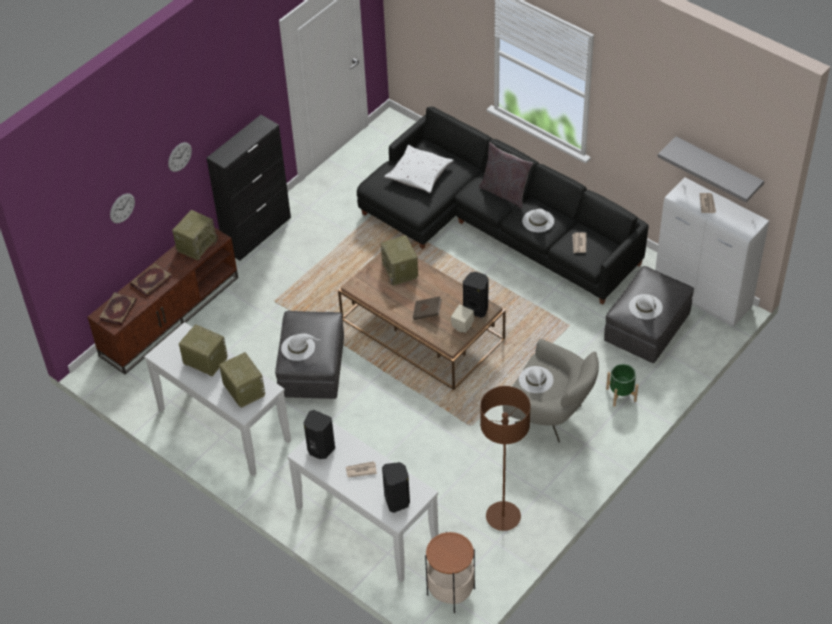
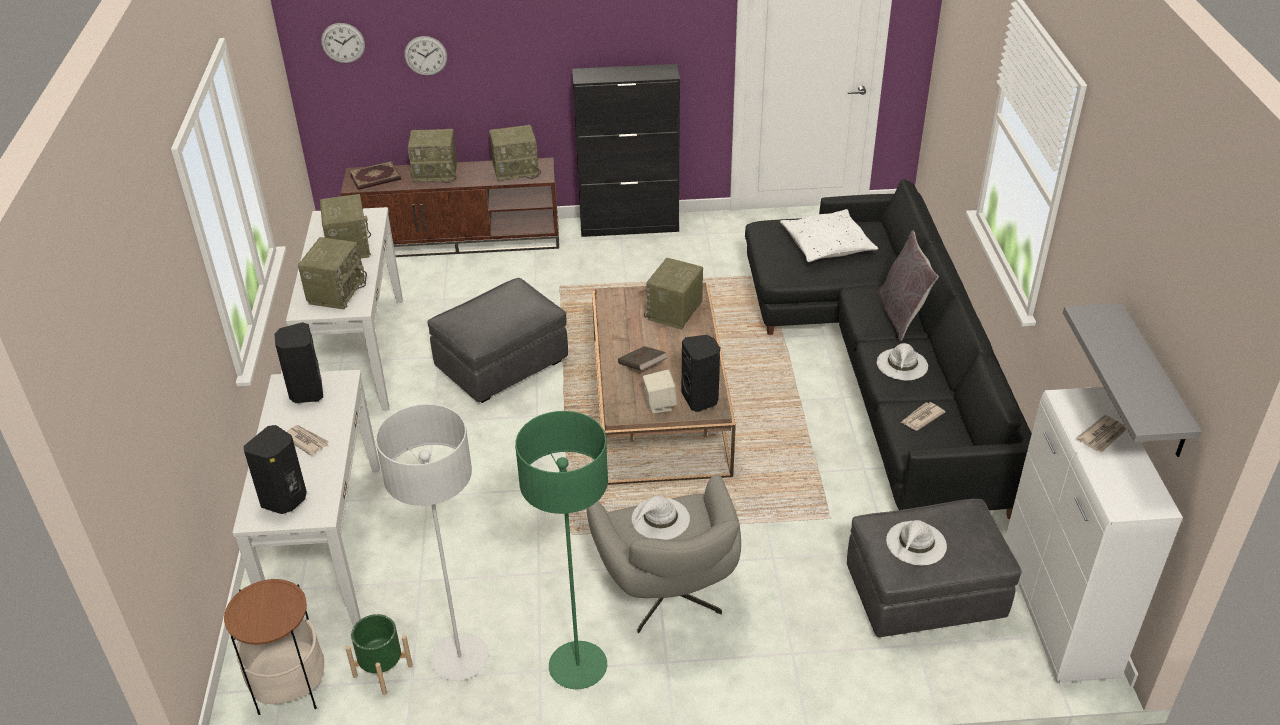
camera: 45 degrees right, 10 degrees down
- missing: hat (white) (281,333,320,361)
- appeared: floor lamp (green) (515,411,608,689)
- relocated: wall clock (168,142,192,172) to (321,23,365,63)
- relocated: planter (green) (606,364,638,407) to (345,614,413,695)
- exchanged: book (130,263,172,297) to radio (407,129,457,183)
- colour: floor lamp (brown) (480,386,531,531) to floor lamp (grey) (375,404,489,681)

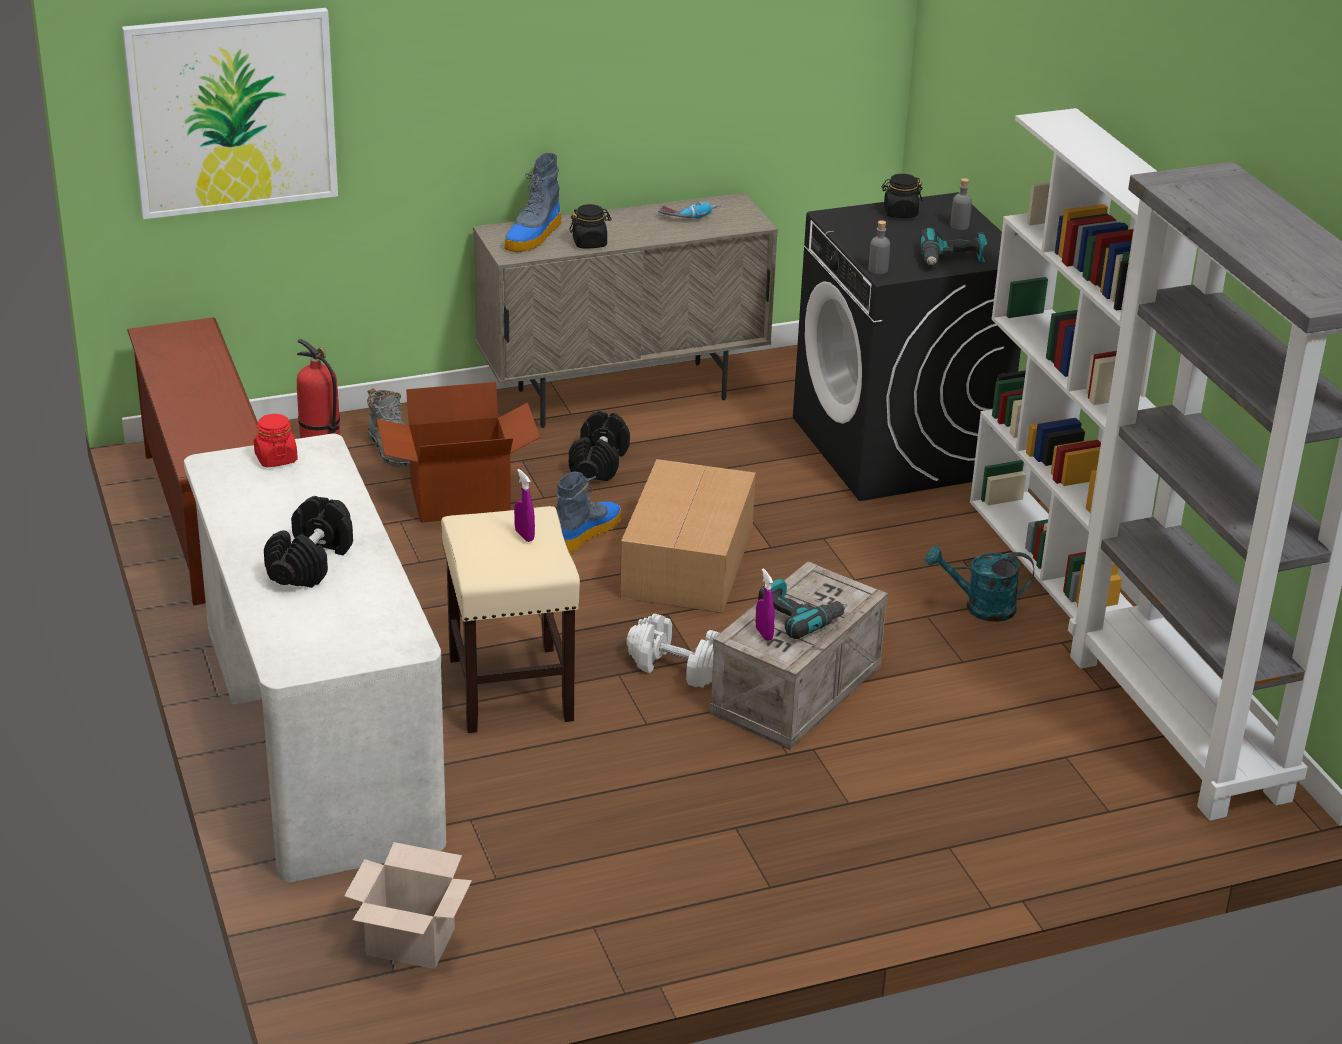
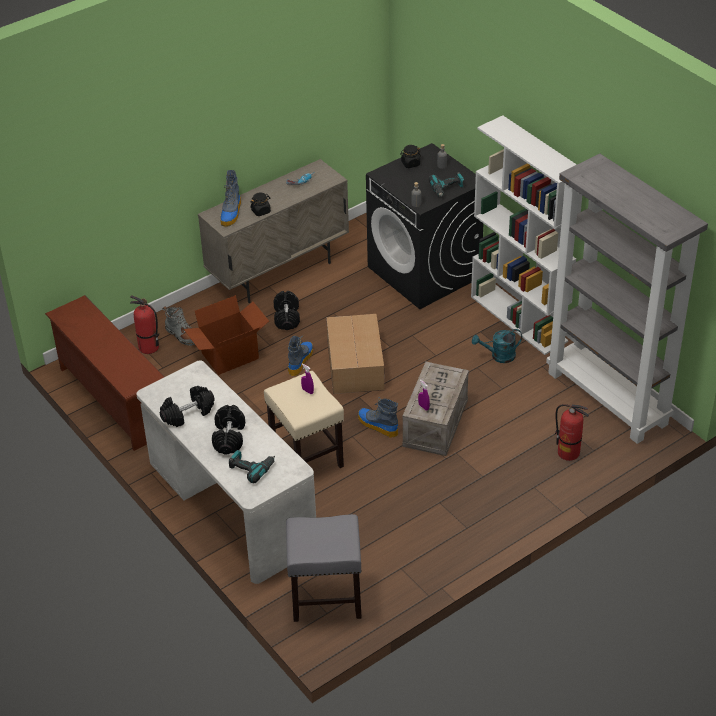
camera: 15 degrees left, 10 degrees up
- missing: picture (122,8,338,219)
- missing: jar (red) (254,414,298,467)
- appeared: dumbbell (black) (160,386,215,427)
- appeared: fire extinguisher (555,404,589,461)
- relocated: power drill (758,578,847,639) to (229,450,275,484)
- exchanged: cardboard box (344,842,472,969) to stool (grey) (286,514,362,622)
- exchanged: dumbbell (white) (626,614,720,688) to boot (358,397,398,438)

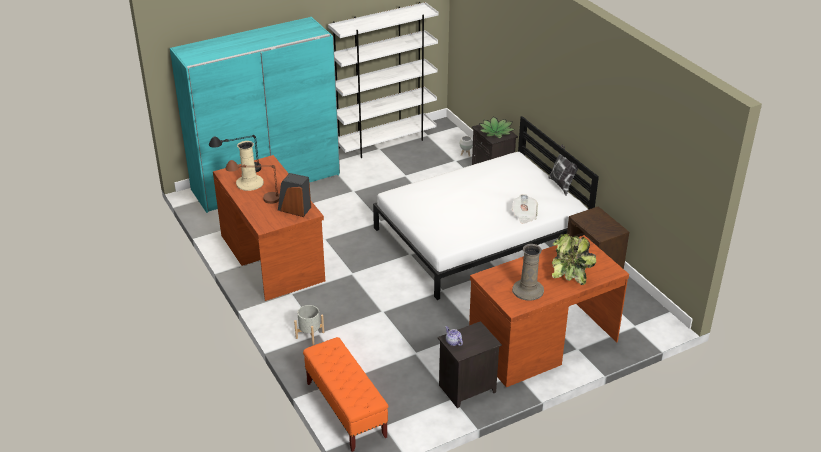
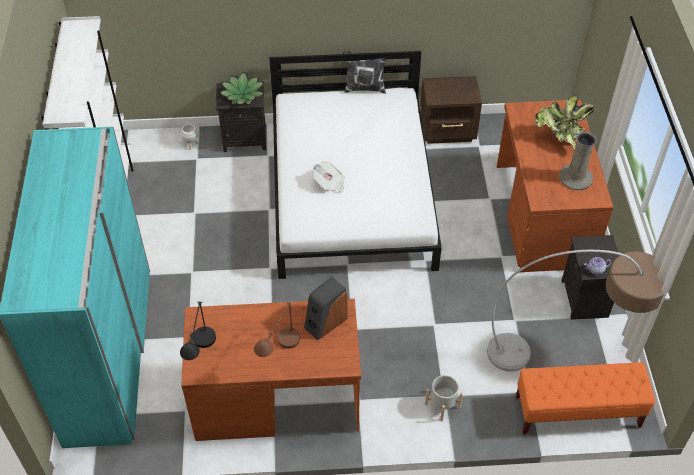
camera: 65 degrees left, 15 degrees up
- missing: vase (beige) (236,141,264,191)
- appeared: floor lamp (487,250,664,372)
- relocated: newspaper (511,194,538,224) to (313,161,345,192)

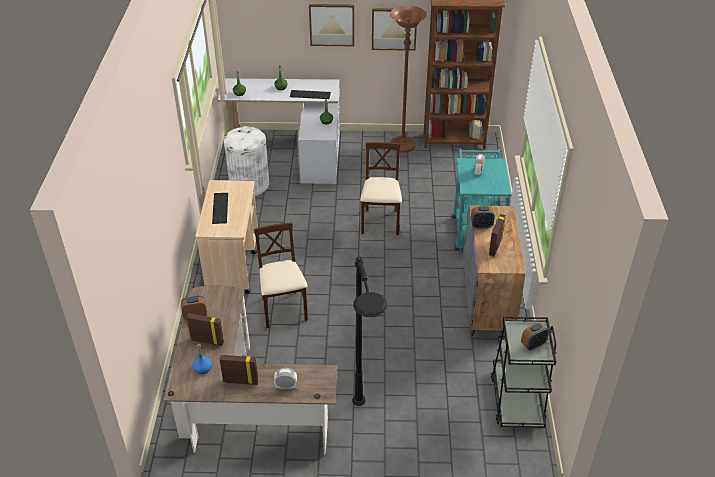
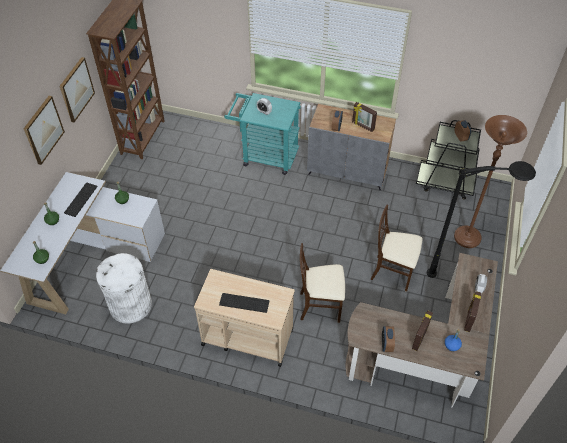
camera: 75 degrees left, 10 degrees up
- relocated: chair (beige) (360,142,402,235) to (371,205,423,292)
- relocated: floor lamp (brown) (390,6,427,153) to (454,115,527,248)

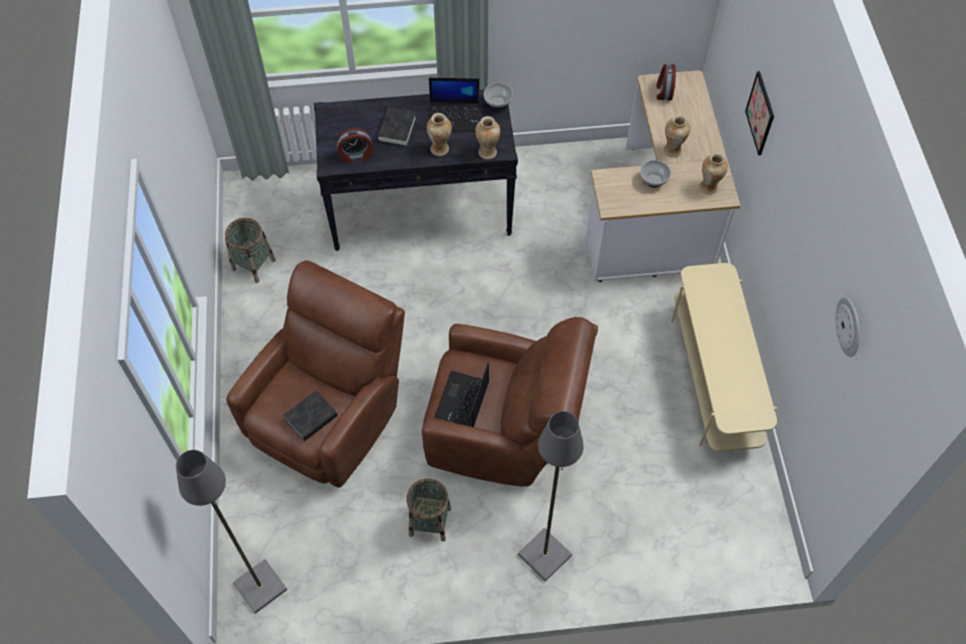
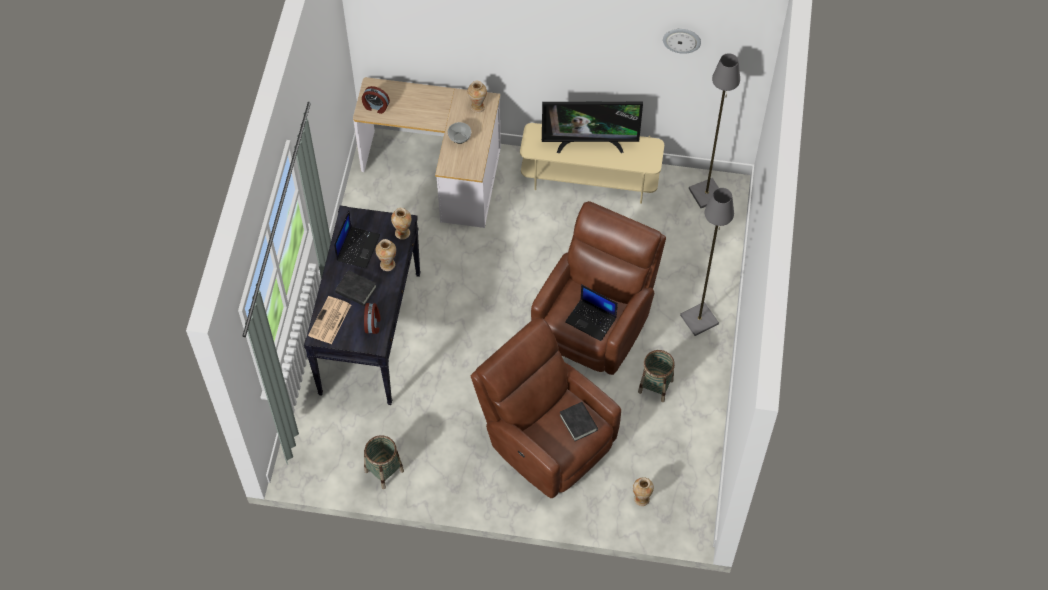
camera: 75 degrees left, 0 degrees up
- missing: bowl (484,83,513,110)
- missing: picture (745,71,774,155)
- appeared: newspaper (308,296,351,344)
- appeared: television (542,102,643,153)
- relocated: floor lamp (grey) (176,450,287,614) to (689,53,740,208)
- relocated: vase (663,115,690,158) to (633,477,654,506)

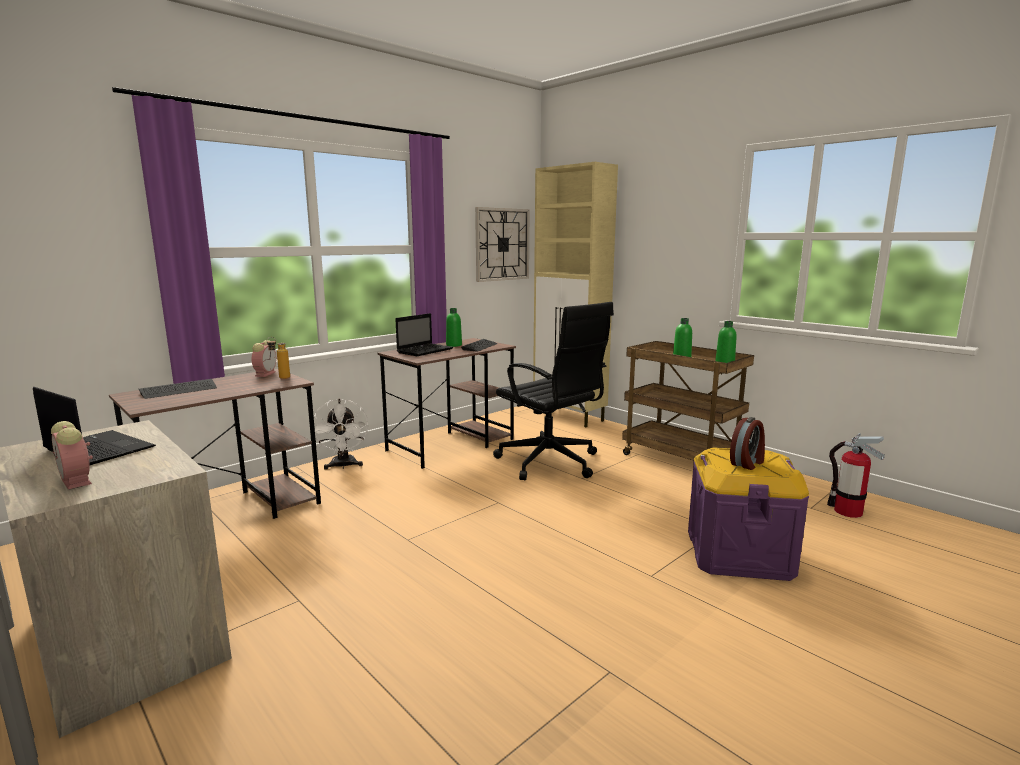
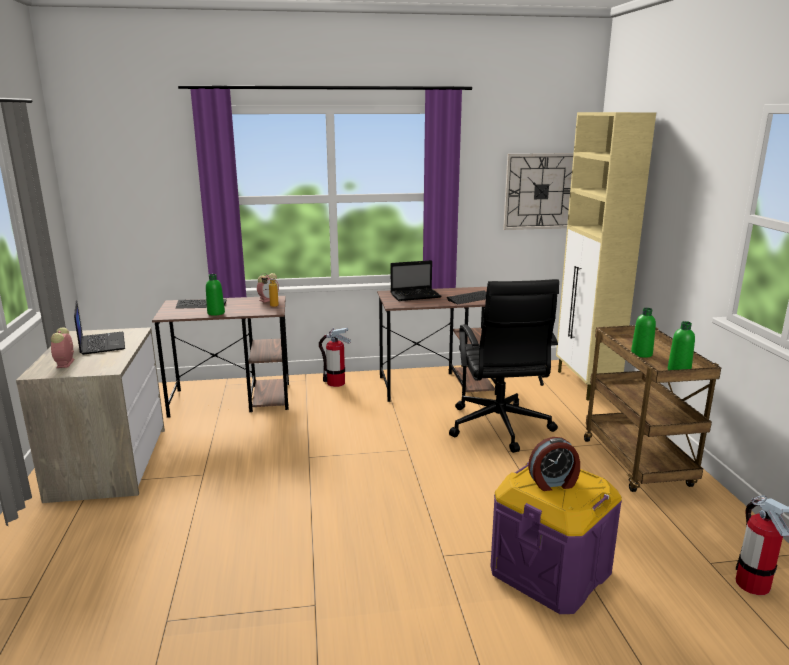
camera: 35 degrees right, 5 degrees up
- relocated: bottle (green) (446,308,462,347) to (206,274,225,316)
- exchanged: fan (white) (314,399,368,470) to fire extinguisher (319,327,351,387)

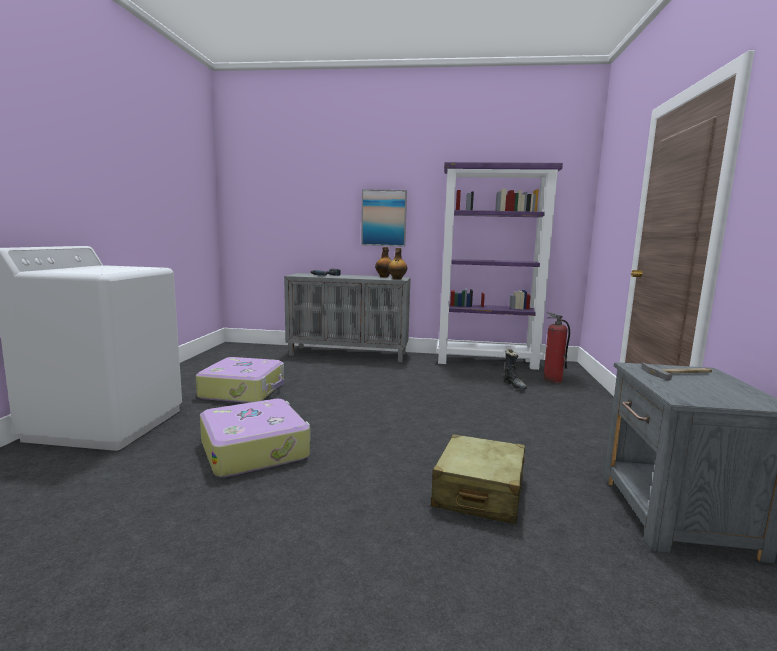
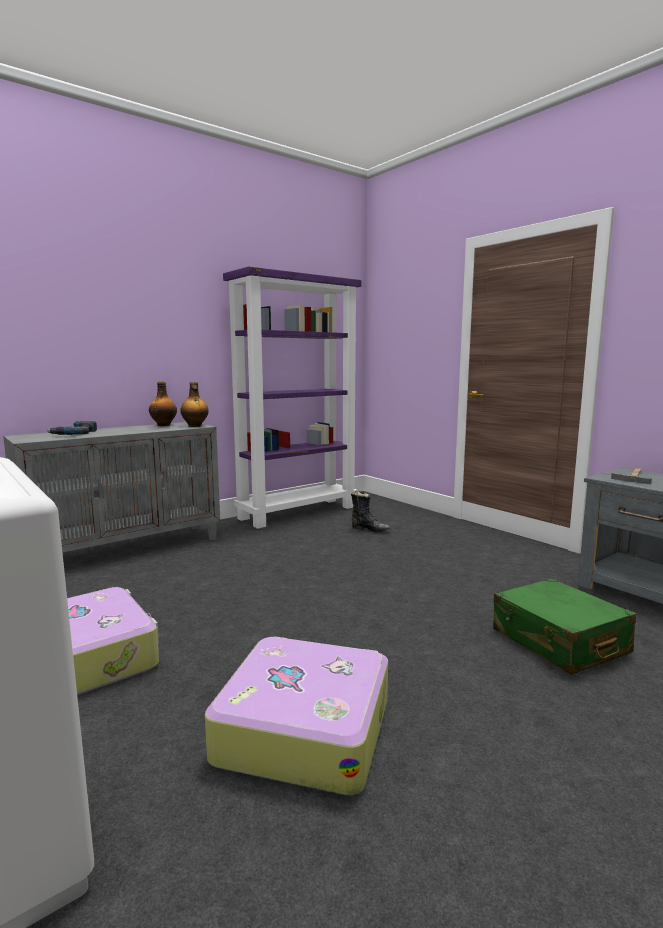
camera: 45 degrees left, 0 degrees up
- missing: picture (361,189,407,247)
- missing: fire extinguisher (543,312,570,383)
- colour: suitcase (beige) (431,434,525,524) to suitcase (green) (493,578,636,675)

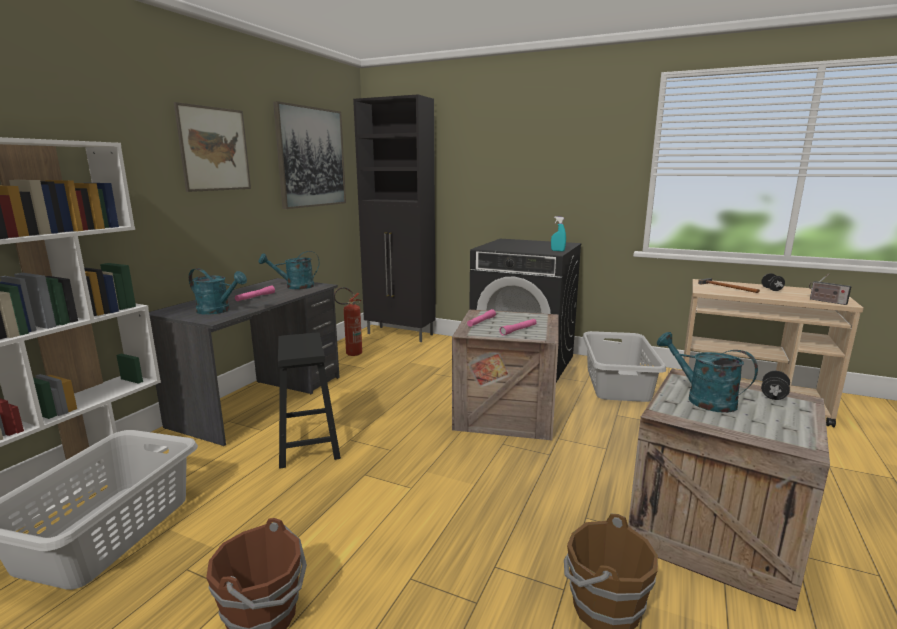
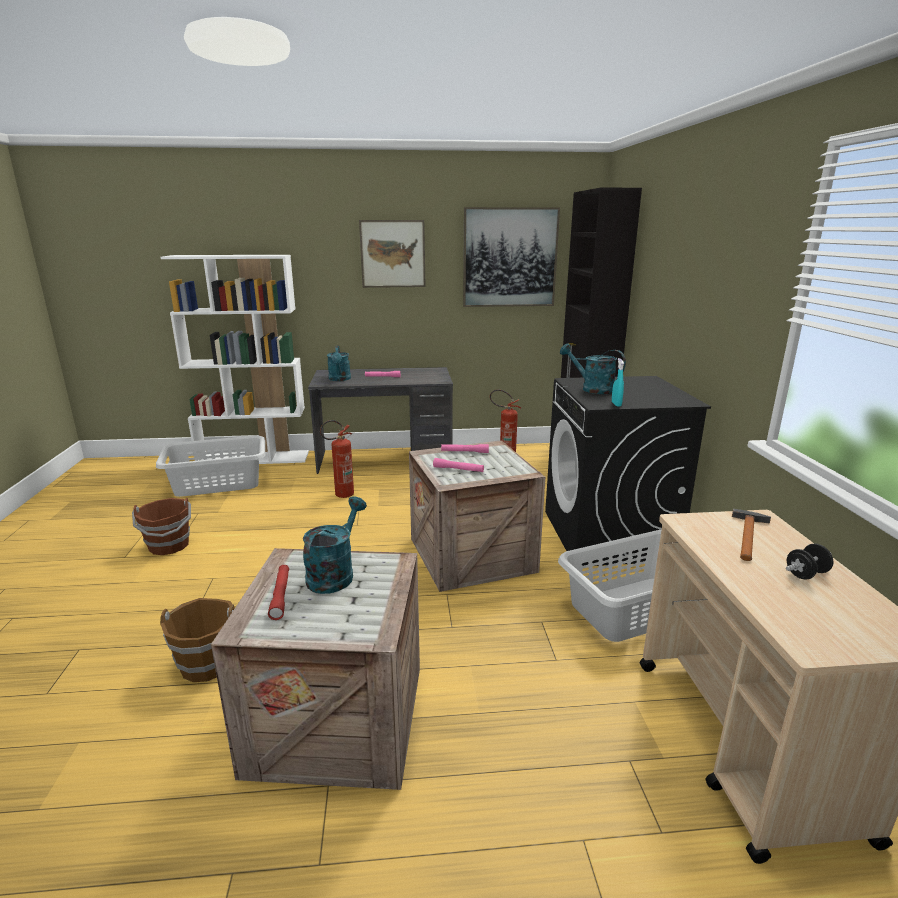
camera: 60 degrees right, 5 degrees up
- missing: dumbbell (black) (761,371,790,400)
- missing: radio (809,274,852,305)
- appeared: flashlight (red) (268,565,289,620)
- relocated: watering can (turquoise) (259,251,319,289) to (560,343,626,394)
- exchanged: stool (black) (278,332,341,469) to fire extinguisher (320,420,354,498)

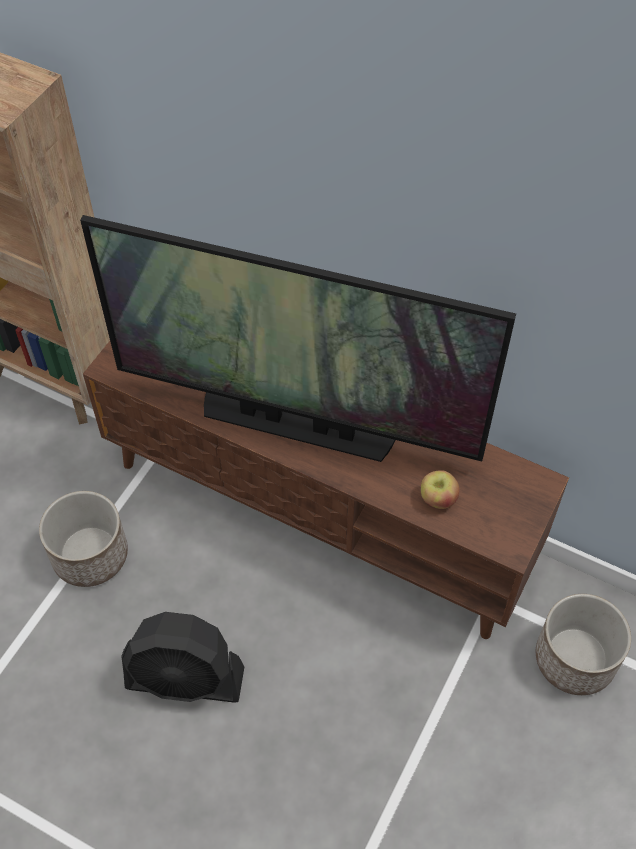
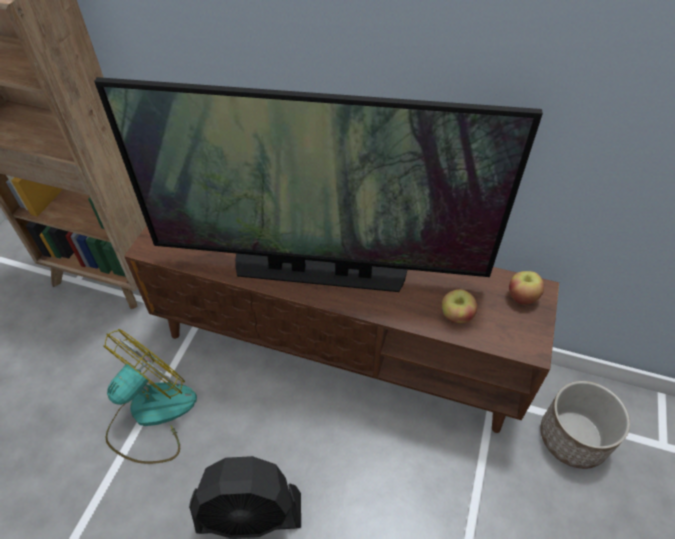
camera: 10 degrees left, 5 degrees down
- appeared: apple (509,271,544,305)
- exchanged: planter (39,491,128,587) to fan (103,329,197,464)

